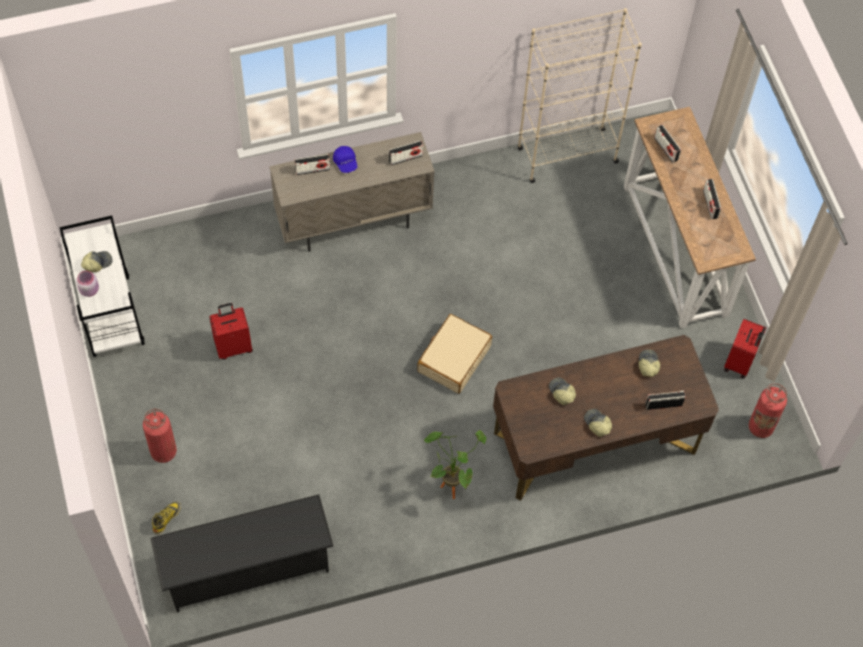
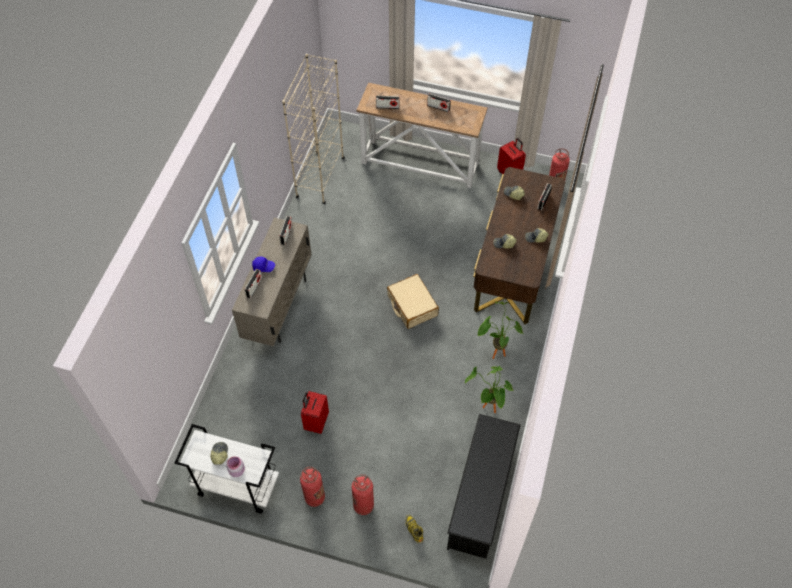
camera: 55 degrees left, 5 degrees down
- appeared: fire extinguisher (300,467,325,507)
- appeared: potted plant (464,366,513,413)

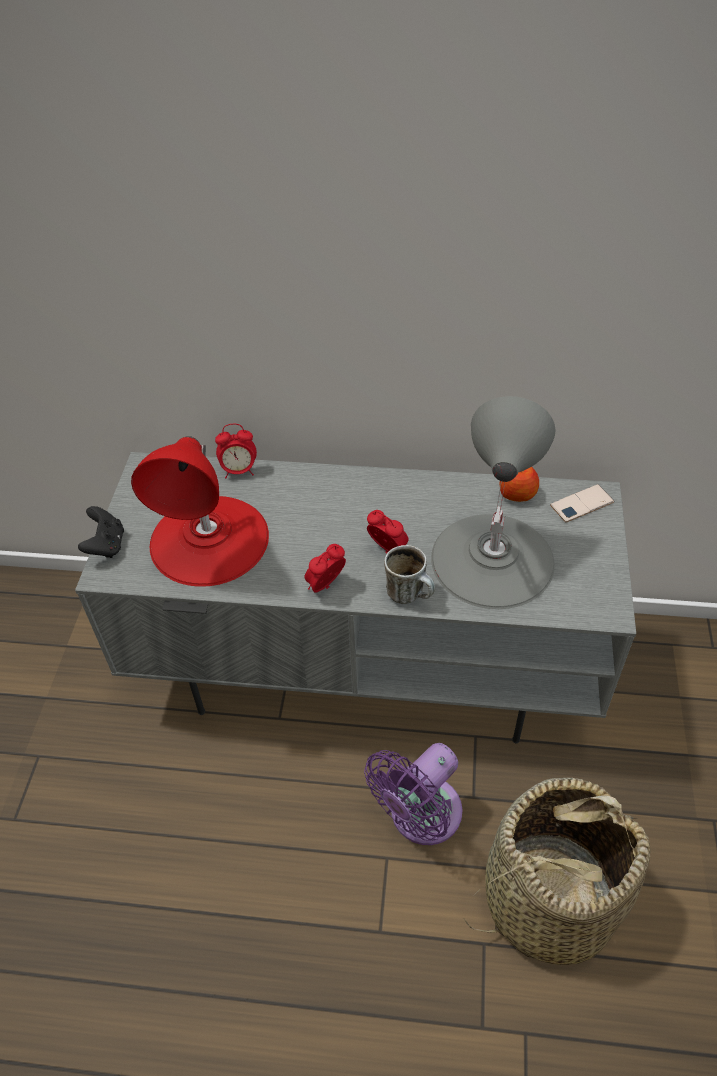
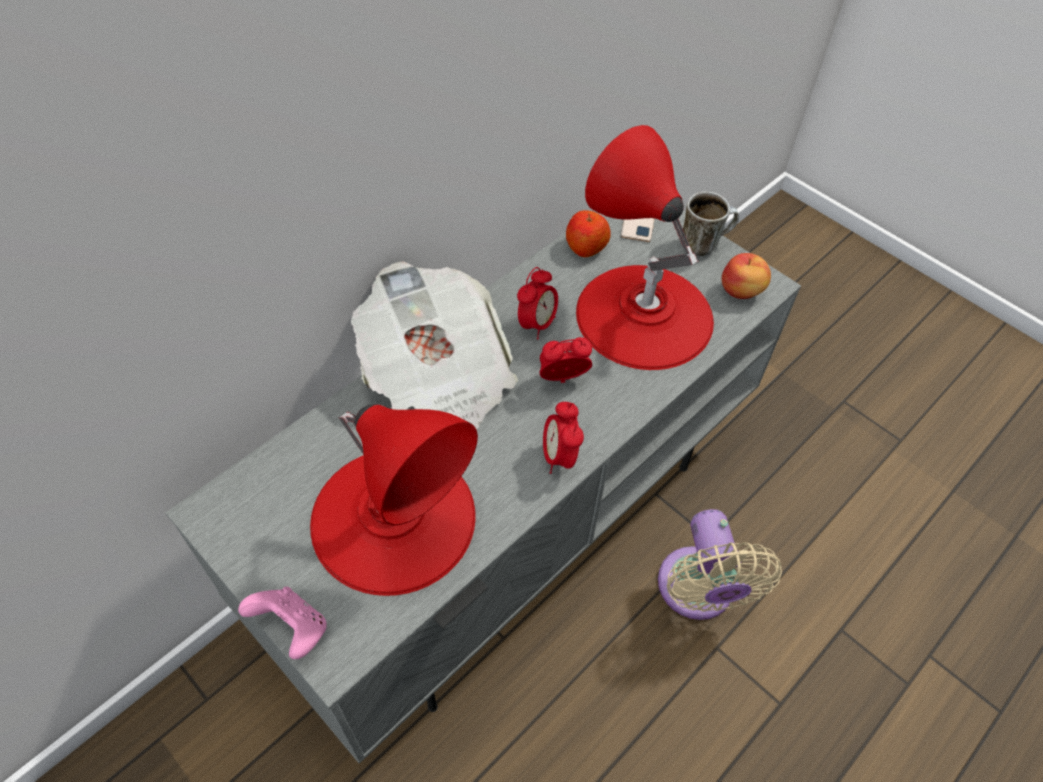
camera: 55 degrees left, 5 degrees up
- missing: basket (464,778,650,965)
- appeared: newspaper (351,261,518,429)
- appeared: apple (722,253,771,299)
- relocated: alarm clock (215,424,257,478) to (517,267,558,340)
- relocated: mug (384,545,435,604) to (682,192,739,256)
- colour: game controller (black) (78,506,124,558) to game controller (pink) (238,587,327,659)
- colour: fan (purple) (364,743,462,845) to fan (beige) (658,509,782,620)
- colour: table lamp (grey) (431,396,556,609) to table lamp (red) (576,125,714,370)

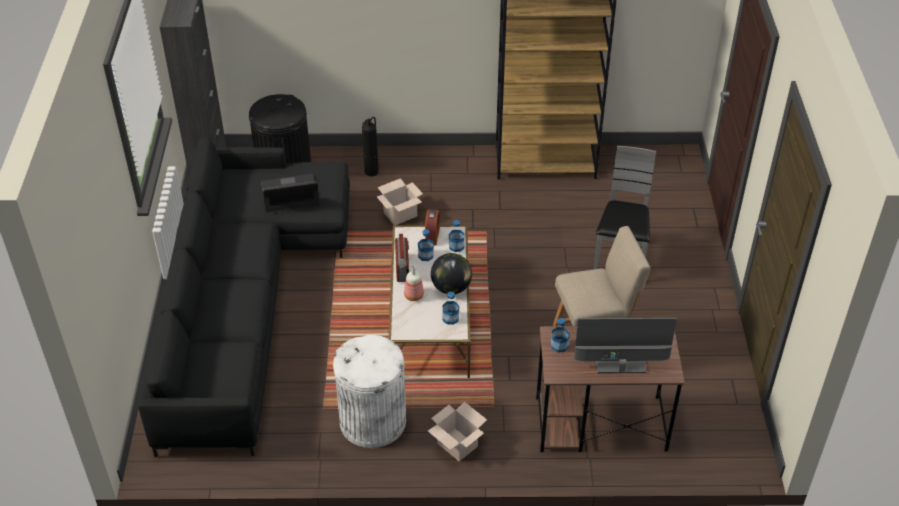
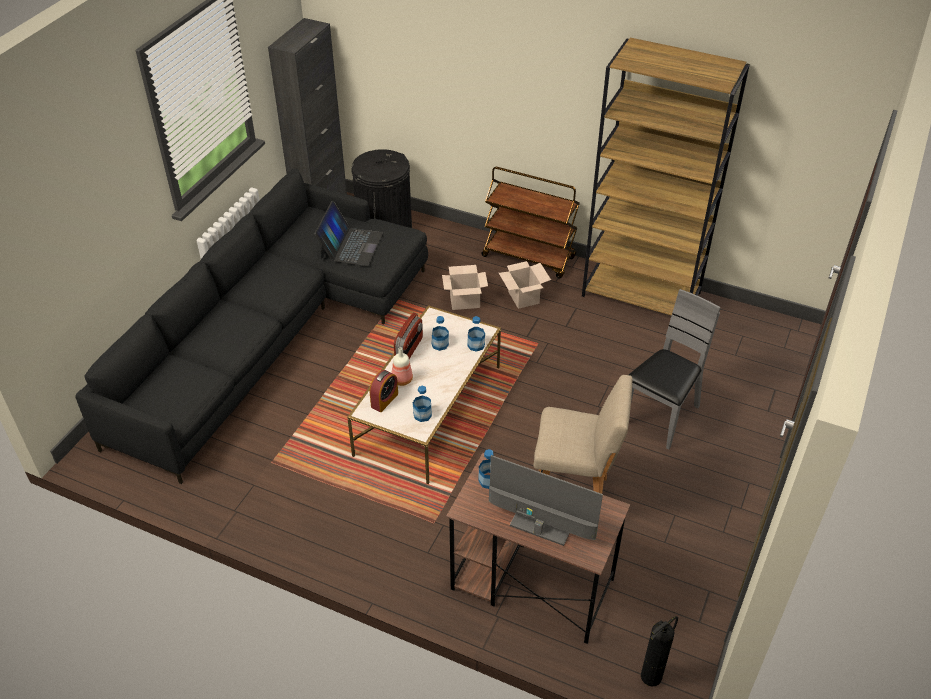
camera: 25 degrees right, 0 degrees up
- missing: trash can (white) (333,335,406,448)
- missing: globe (431,253,472,294)
- appeared: cart (brown) (481,167,580,279)
- relocated: fire extinguisher (362,117,379,177) to (641,616,678,687)
- relocated: alarm clock (425,209,440,245) to (370,370,398,412)
- relocated: cardboard box (428,402,487,461) to (499,261,551,309)
- spun: laptop (261,174,320,212) = (314,201,383,266) 90 degrees clockwise

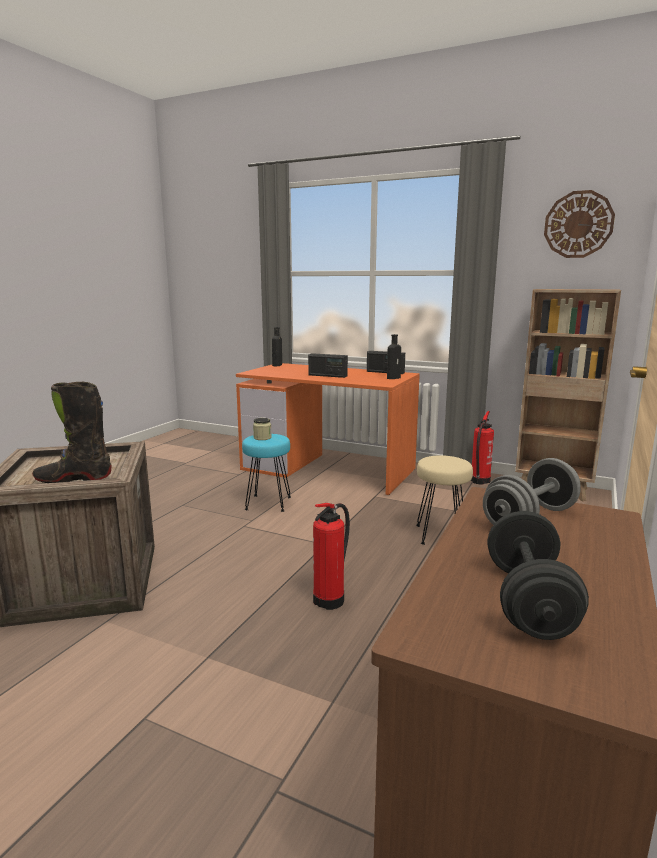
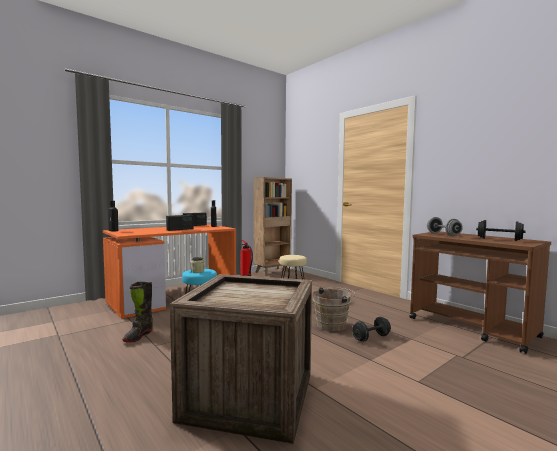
camera: 65 degrees left, 10 degrees down
- missing: wall clock (544,190,615,258)
- appeared: dumbbell (black) (352,317,391,342)
- relocated: boot (black) (32,382,112,483) to (122,282,153,342)
- exchanged: fire extinguisher (313,503,350,610) to bucket (brown) (313,287,355,332)

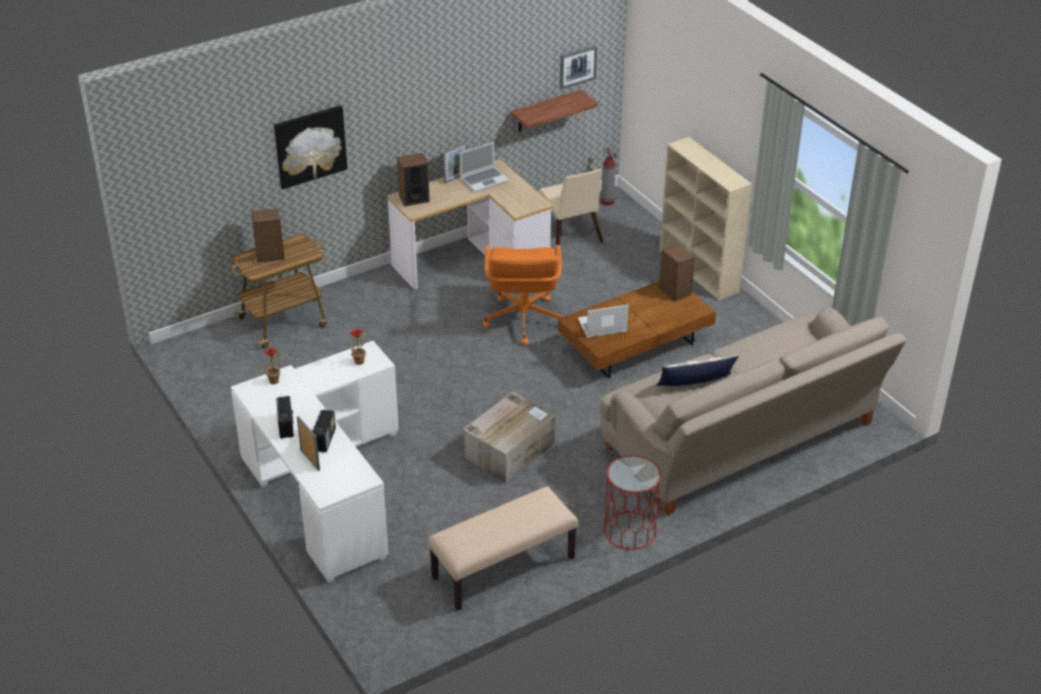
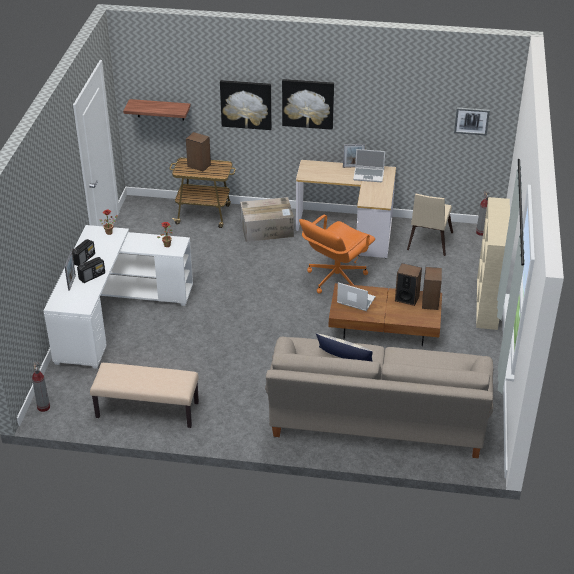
camera: 40 degrees right, 0 degrees up
- missing: side table (red) (604,455,661,550)
- appeared: fire extinguisher (32,362,50,412)
- appeared: picture (282,79,334,130)
- relocated: speaker (397,153,430,207) to (395,263,422,306)
- relocated: cardboard box (463,391,556,483) to (240,197,294,242)
- relocated: shelf (511,90,598,132) to (123,99,191,121)

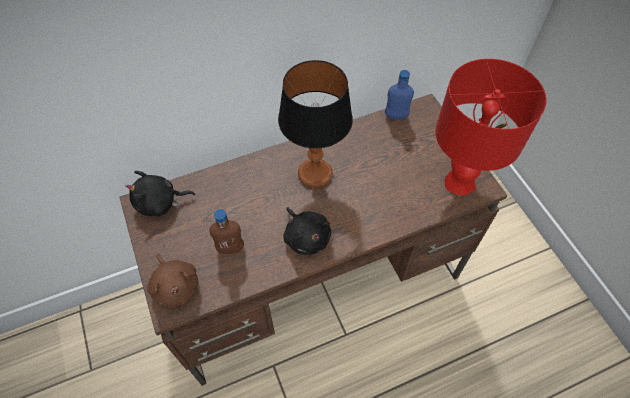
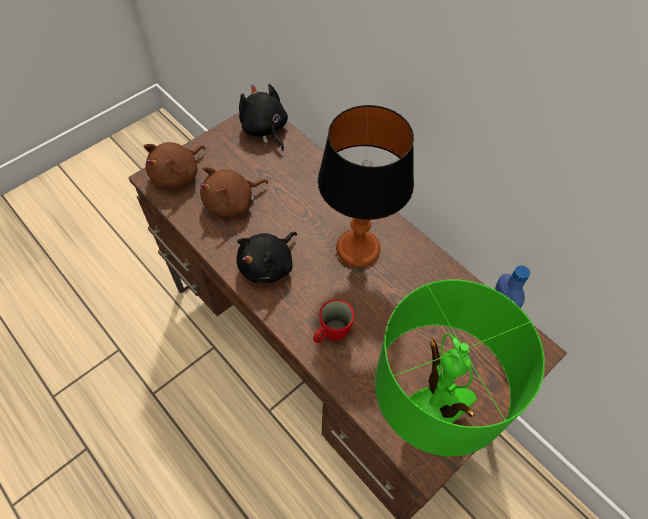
camera: 70 degrees right, 0 degrees up
- appeared: mug (red) (313,299,355,343)
- exchanged: bottle (brown) (209,209,244,254) to plush toy (brown) (200,167,268,216)
- colour: table lamp (red) (435,59,547,195) to table lamp (green) (375,279,545,456)

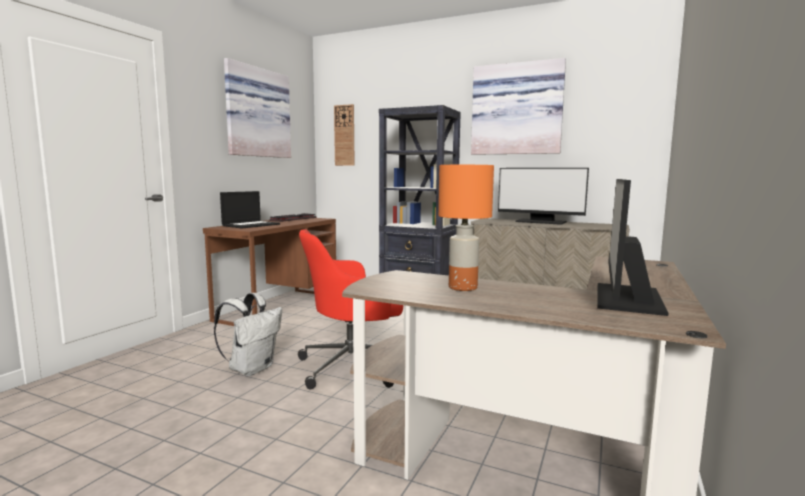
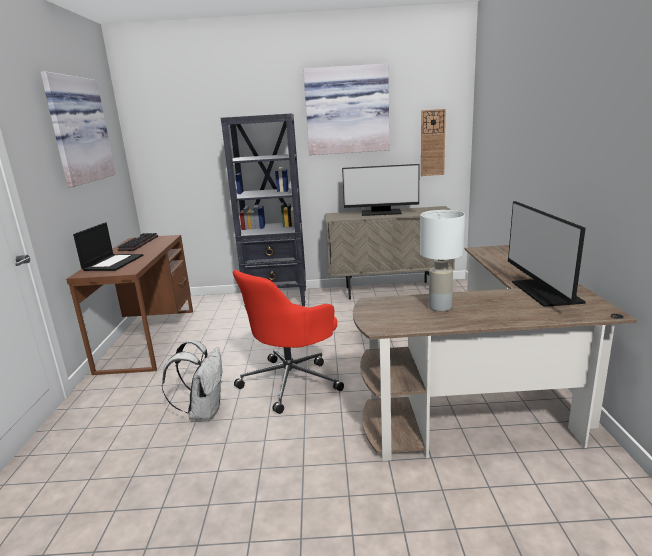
camera: 25 degrees left, 10 degrees up
- relocated: wall clock (334,104,355,166) to (421,109,446,176)
- colour: table lamp (orange) (438,165,494,291) to table lamp (white) (420,210,465,311)

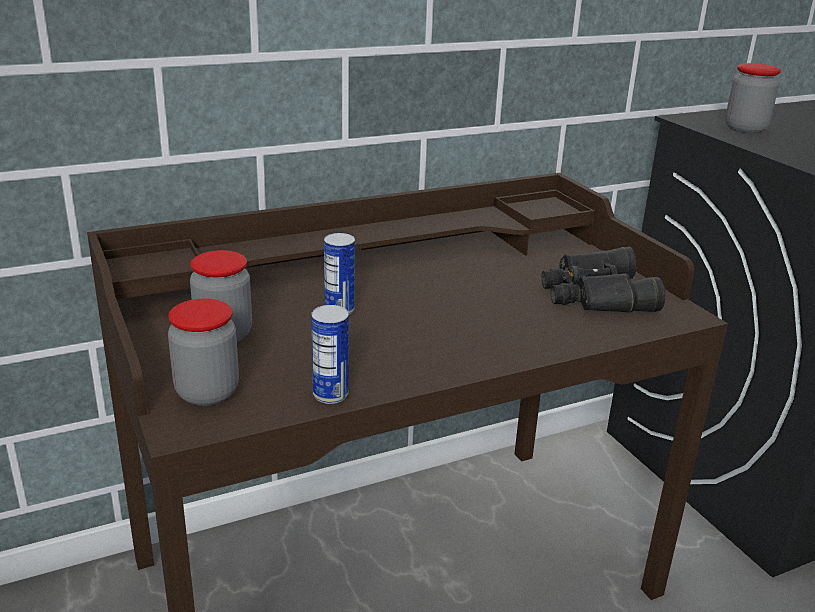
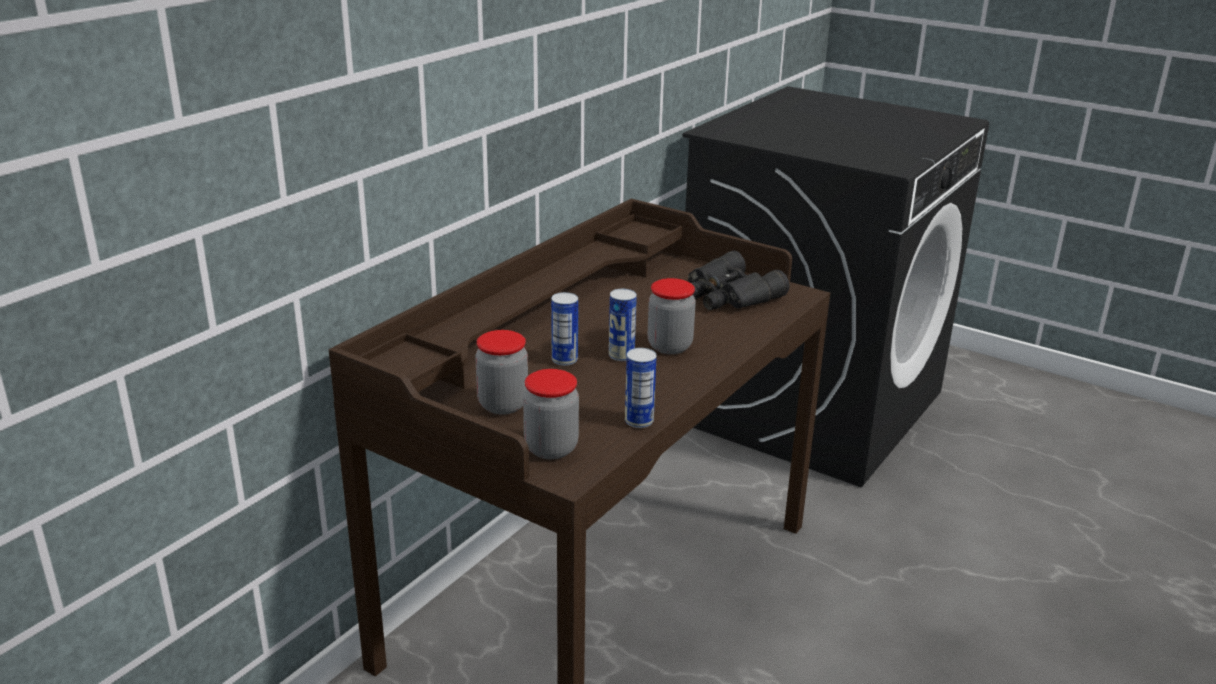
camera: 30 degrees left, 0 degrees up
- appeared: can (609,289,637,361)
- relocated: jar (725,63,781,134) to (648,278,696,354)

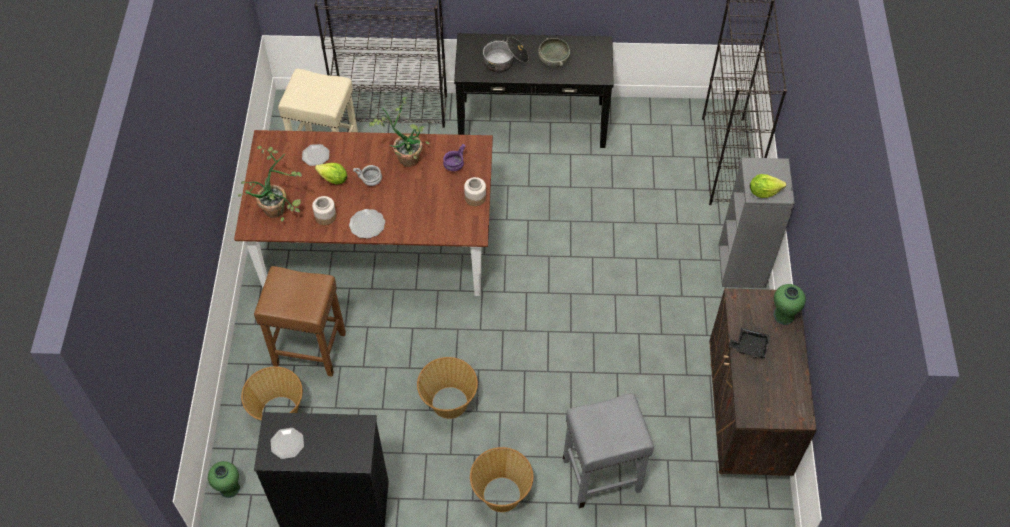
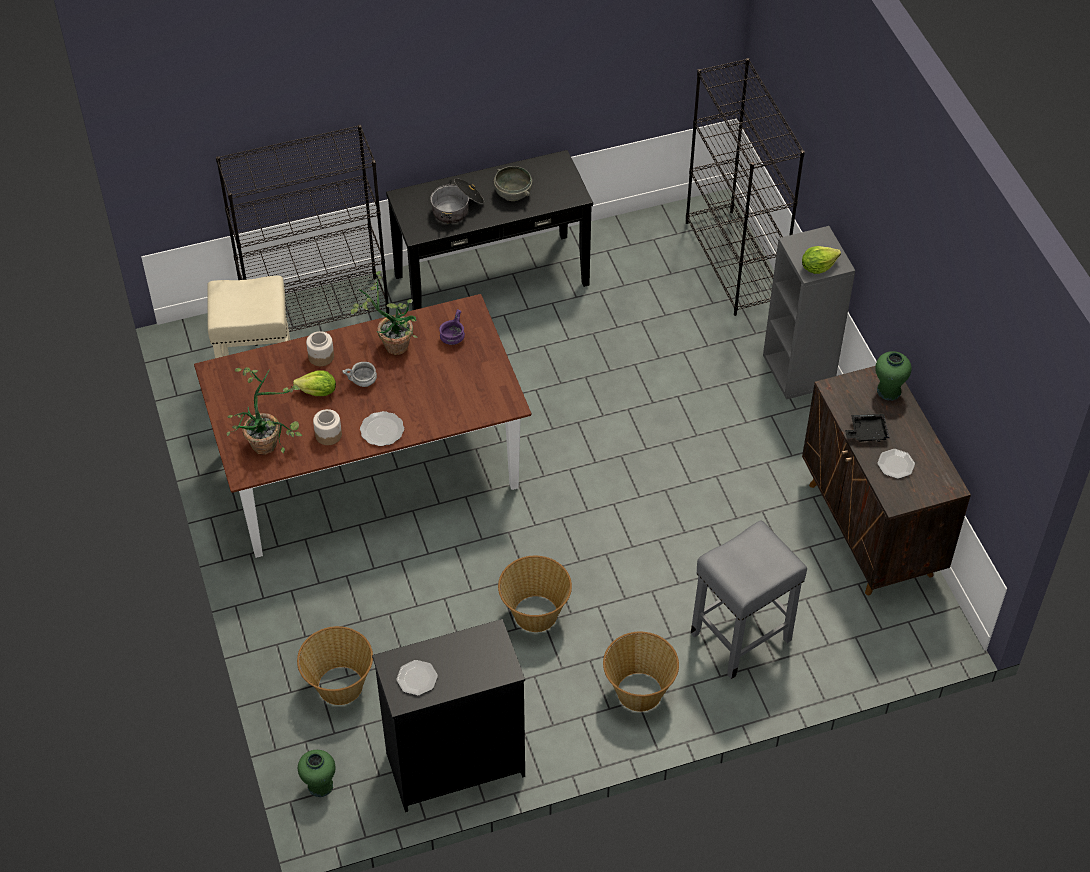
camera: 20 degrees left, 5 degrees down
- missing: stool (brown) (254,266,346,377)
- relocated: plate (302,144,329,166) to (877,449,915,479)
- relocated: jar (464,177,486,206) to (306,331,334,366)

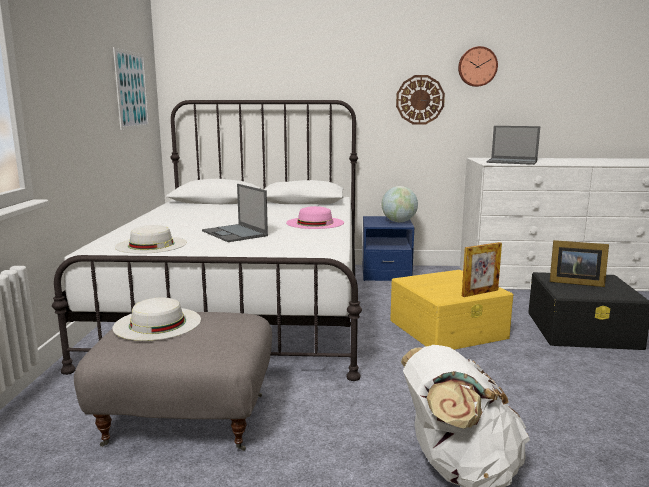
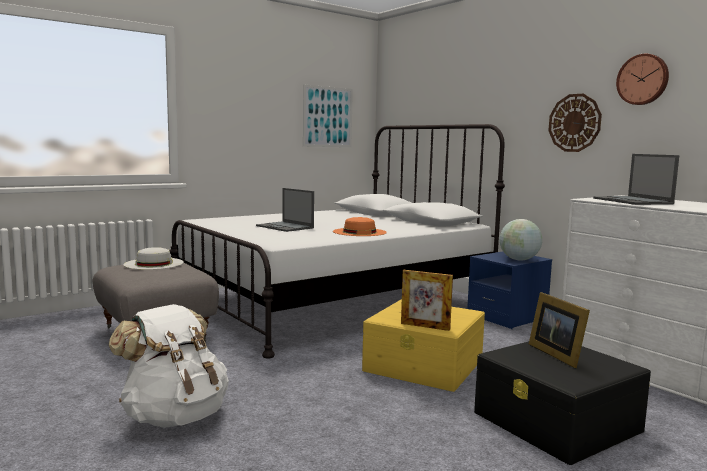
camera: 50 degrees right, 5 degrees down
- missing: hat (white) (115,225,187,254)
- colour: hat (pink) (286,206,344,229) to hat (orange) (333,217,387,236)
- spun: laptop (202,184,268,242) = (256,188,314,232) 60 degrees counterclockwise

